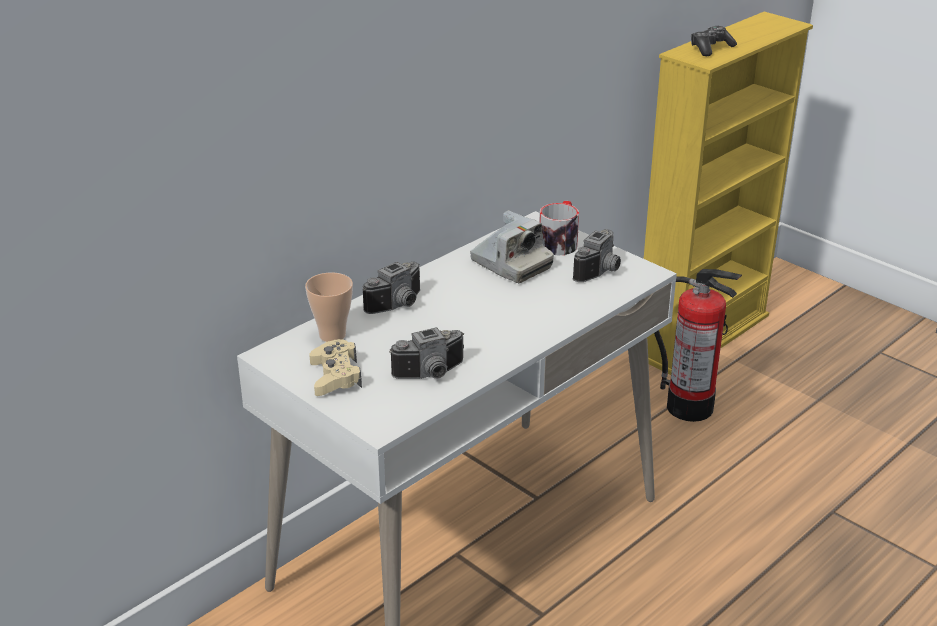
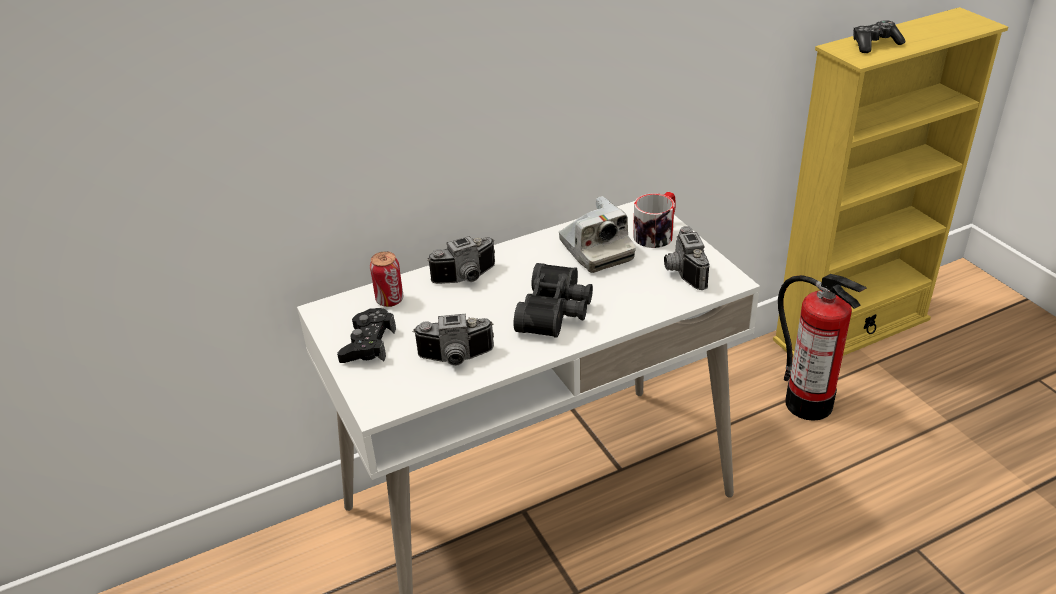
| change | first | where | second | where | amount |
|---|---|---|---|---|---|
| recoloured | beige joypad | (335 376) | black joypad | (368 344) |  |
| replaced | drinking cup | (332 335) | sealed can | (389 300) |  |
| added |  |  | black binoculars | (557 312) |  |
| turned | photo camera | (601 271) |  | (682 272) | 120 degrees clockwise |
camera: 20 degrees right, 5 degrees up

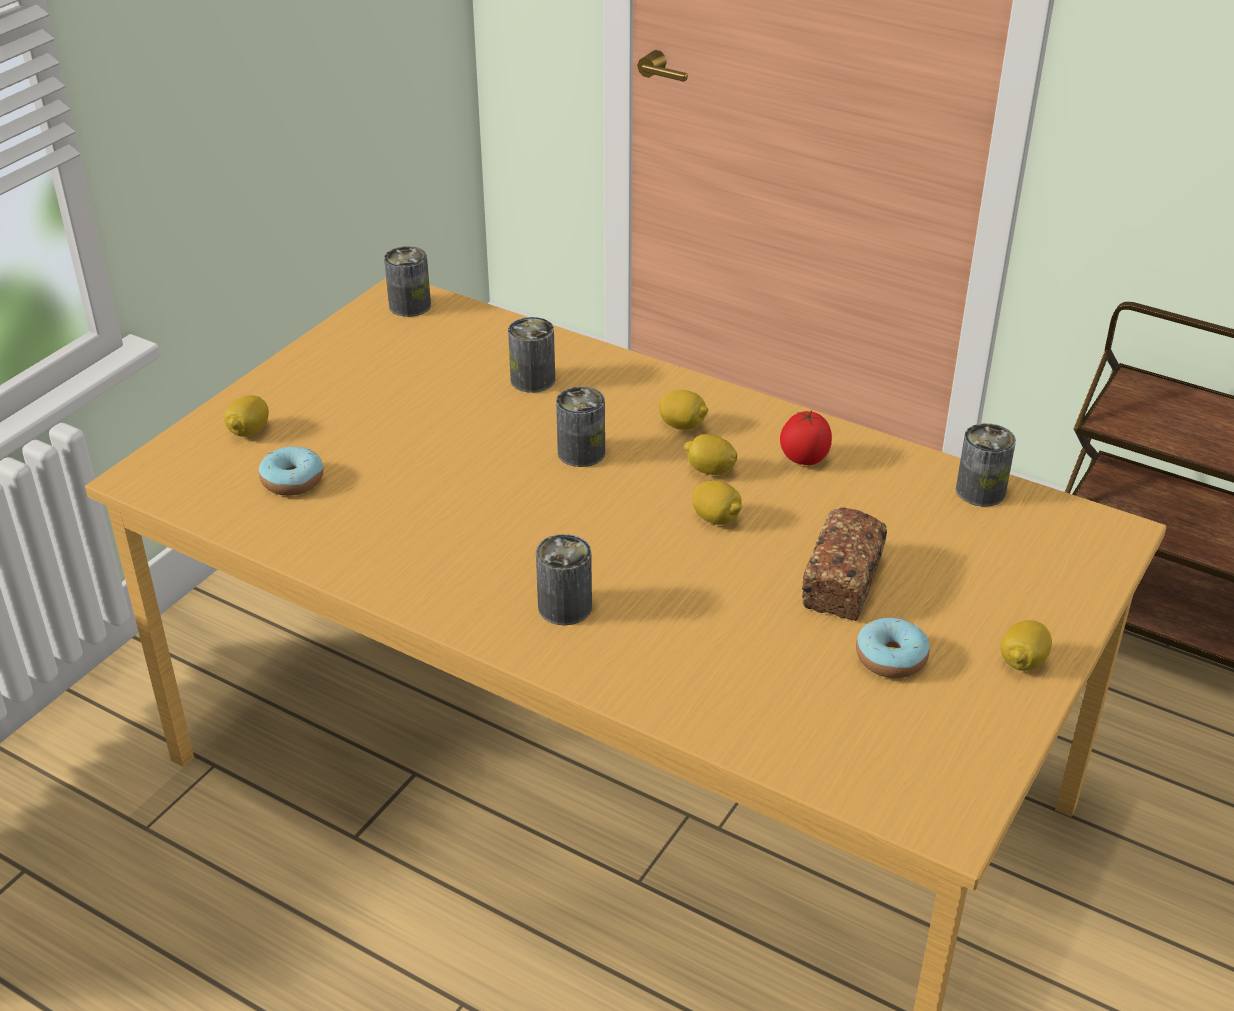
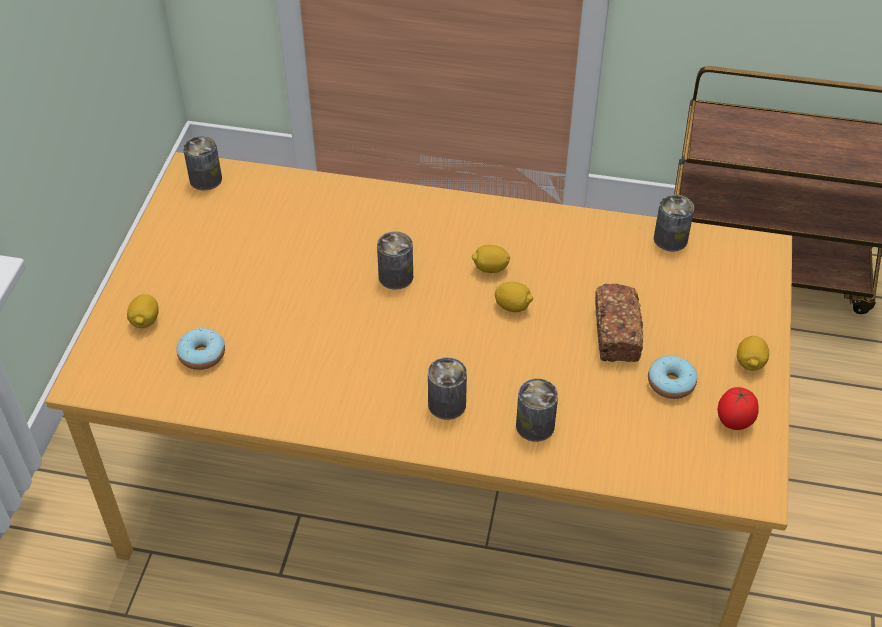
| change | first | where | second | where | amount |
|---|---|---|---|---|---|
| moved | sealed can | (532 380) |  | (535 426) |  |
| moved | fresh tomato | (803 459) |  | (733 421) |  |
| removed | lemon | (682 425) |  |  |  |
camera: 20 degrees left, 10 degrees up

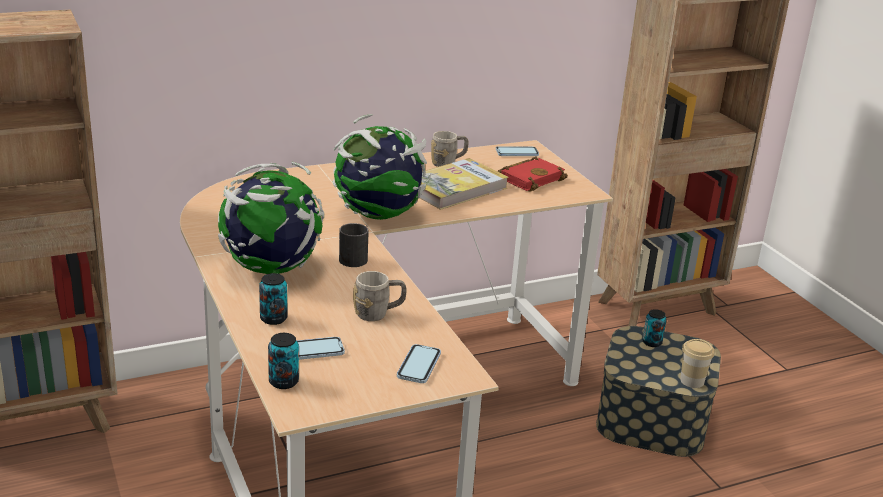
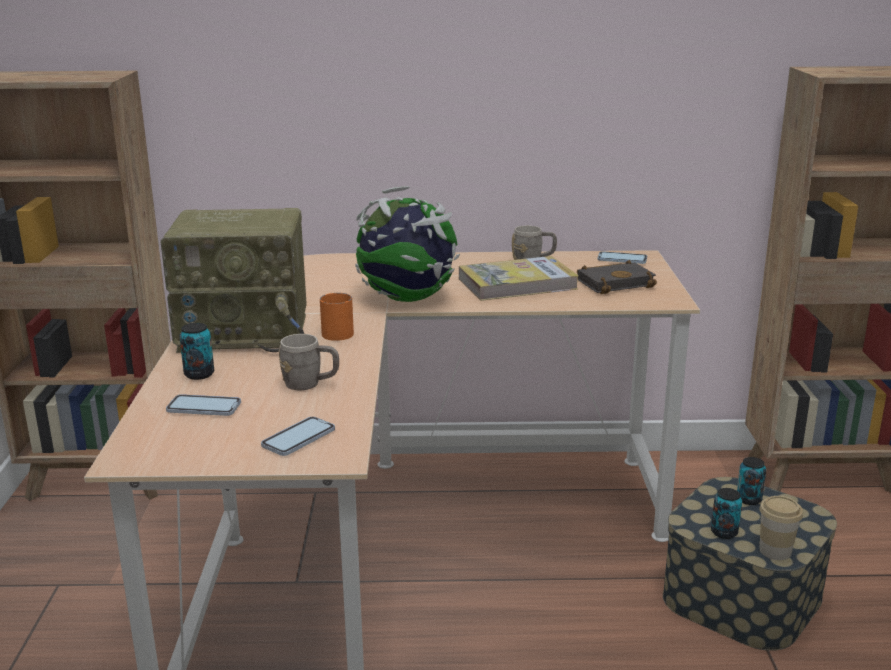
| change | first | where | second | where | amount |
|---|---|---|---|---|---|
| replaced | desk globe | (271 269) | radio | (247 332) |  |
| recoloured | black tea mug | (350 257) | orangey tea mug | (337 331) |  |
| recoloured | red bound book | (531 178) | black bound book | (615 283) |  |
| moved | sealed can | (283 382) |  | (724 532) |  |
camera: 25 degrees right, 5 degrees down

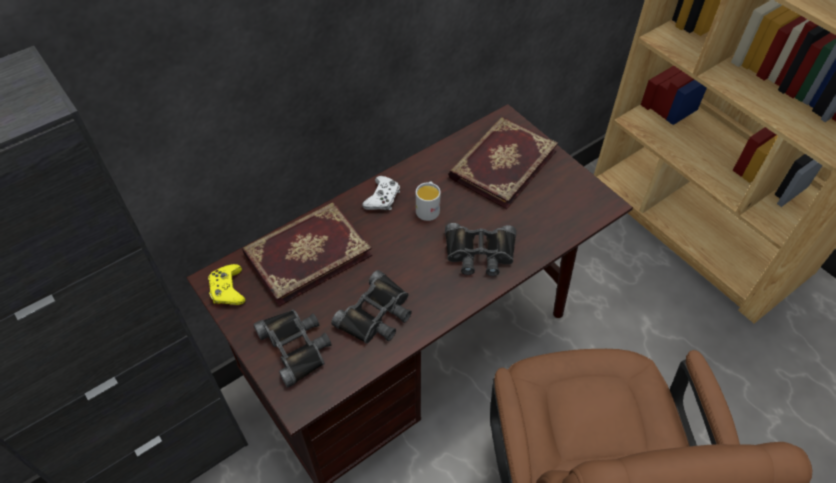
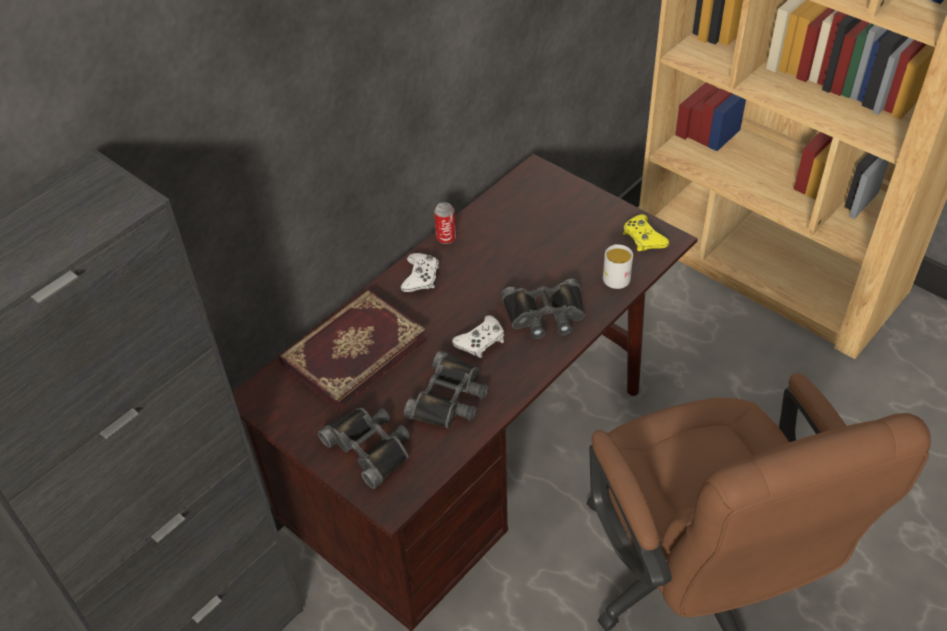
| change | first | where | second | where | amount |
|---|---|---|---|---|---|
| added |  |  | sealed can | (446 238) |  |
| added |  |  | whitish joypad | (481 341) |  |
| moved | whitish tea mug | (428 208) |  | (615 275) |  |
| moved | yellowish joypad | (228 289) |  | (643 238) |  |
| removed | bound book | (501 163) |  |  |  |
camera: 10 degrees left, 5 degrees down

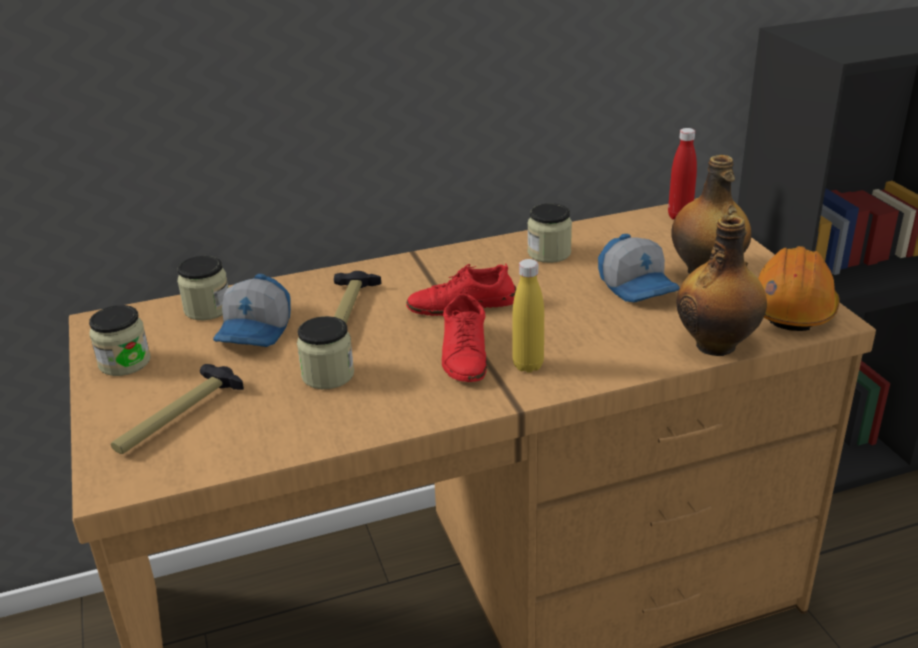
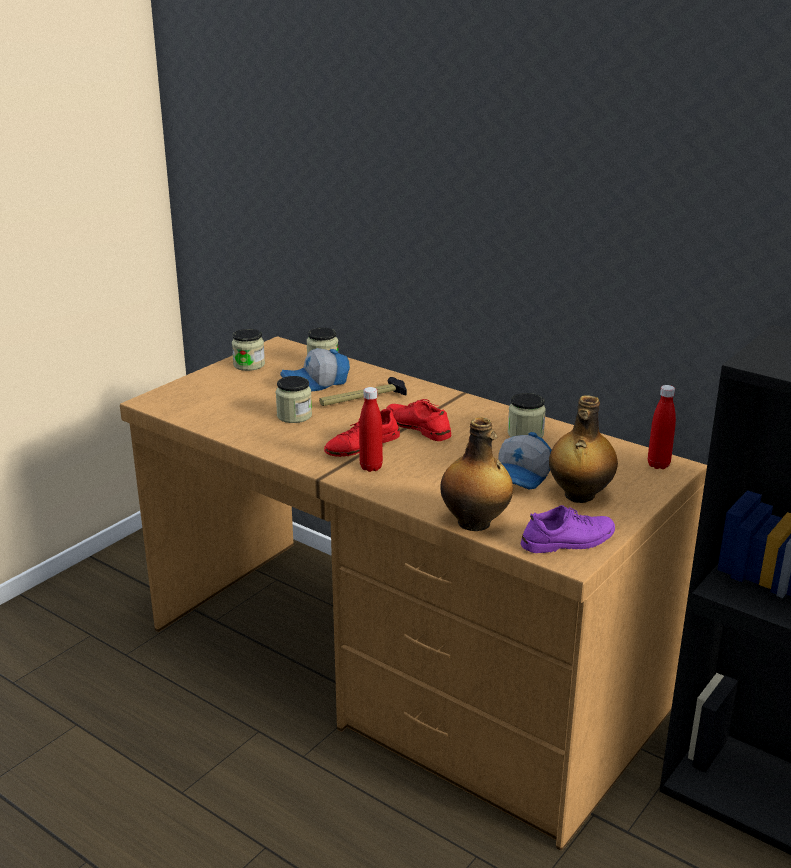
| change | first | where | second | where | amount |
|---|---|---|---|---|---|
| recoloured | yellowish drink bottle | (528 365) | red drink bottle | (371 467) |  |
| replaced | orangey hard hat | (791 308) | purple-coloured low shoe | (568 541) |  |
| removed | hand hammer | (178 417) |  |  |  |
camera: 55 degrees right, 5 degrees down

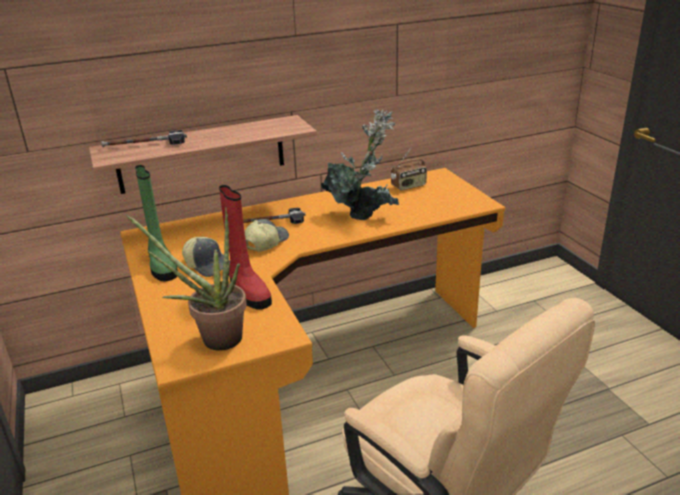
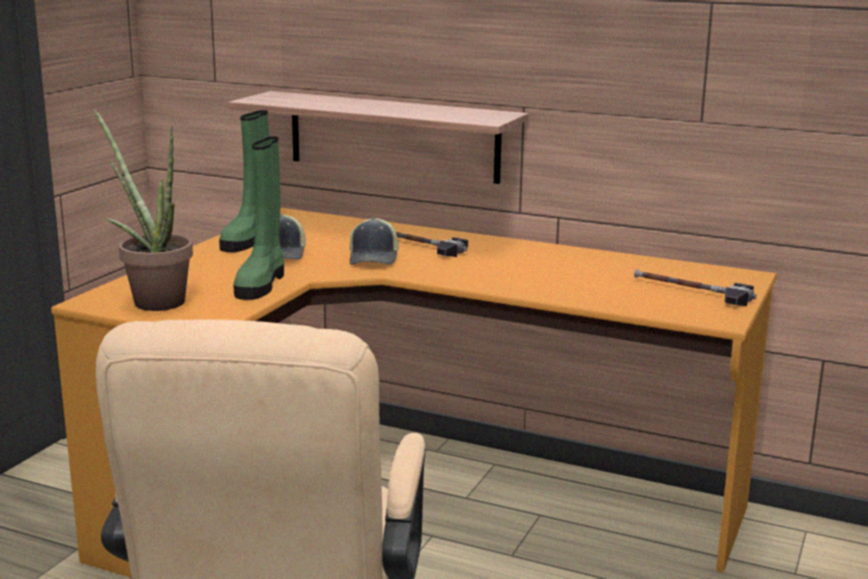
| change | first | where | second | where | amount |
|---|---|---|---|---|---|
| recoloured | red tall boot | (248 291) | greenish tall boot | (261 284) |  |
| turned | peaked cap | (266 242) |  | (374 258) | 105 degrees clockwise |
| moved | hand hammer | (145 145) |  | (691 292) |  |
| removed | potted plant | (363 214) |  |  |  |
| removed | radio | (409 186) |  |  |  |
camera: 45 degrees right, 10 degrees down

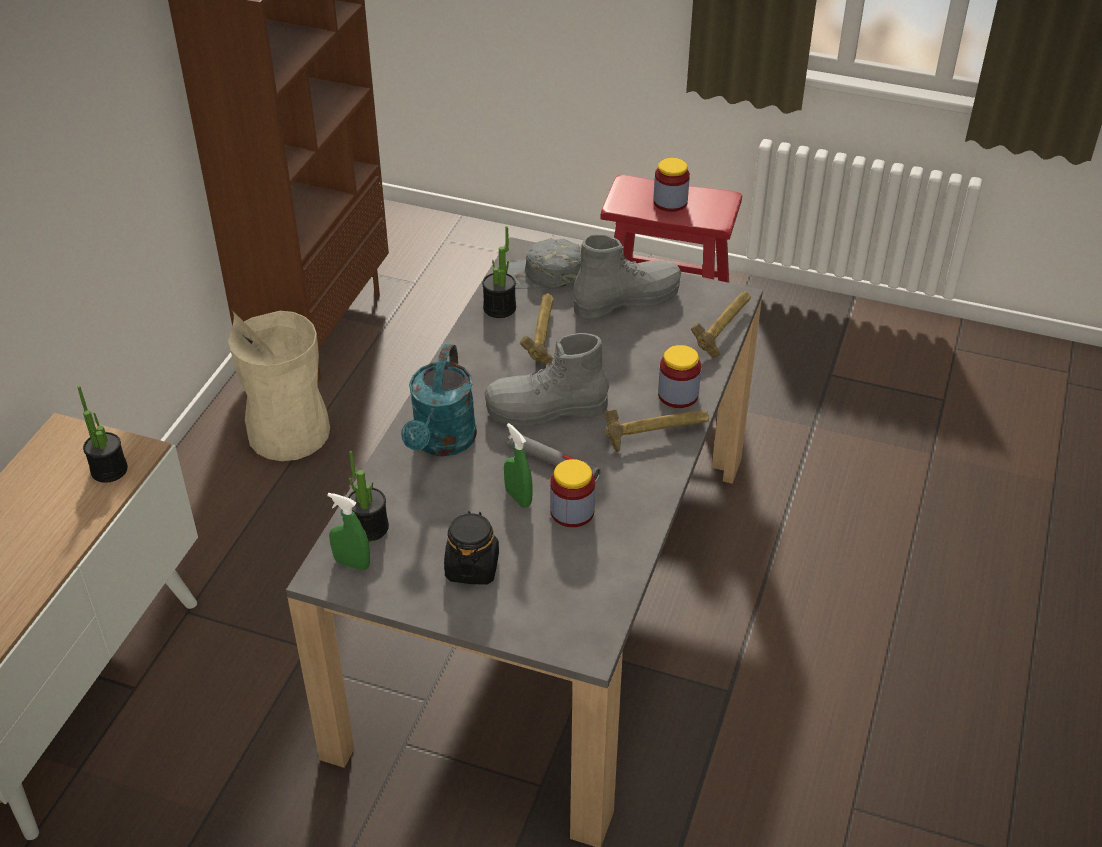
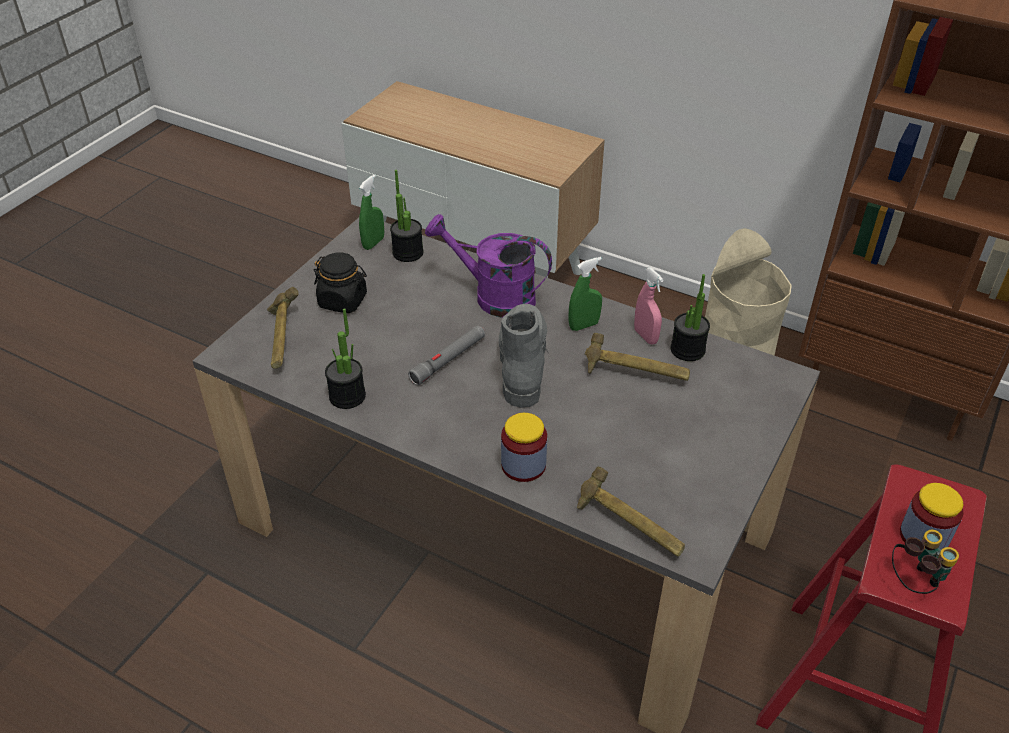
| change | first | where | second | where | amount |
|---|---|---|---|---|---|
| moved | hand hammer | (656 436) |  | (282 341) |  |
| moved | potted plant | (109 470) |  | (347 396) |  |
| recoloured | turquoise-coloured watering can | (442 443) | purple-coloured watering can | (494 296) |  |
| moved | greenish sprayer | (518 498) |  | (584 325) |  |
| added |  |  | pink sprayer | (645 336) |  |
| added |  |  | binoculars | (914 581) |  |
| removed | greyish peaked cap | (542 274) |  |  |  |
| removed | jar | (572 511) |  |  |  |
| removed | greyish tall boot | (626 299) |  |  |  |
camera: 100 degrees right, 0 degrees up

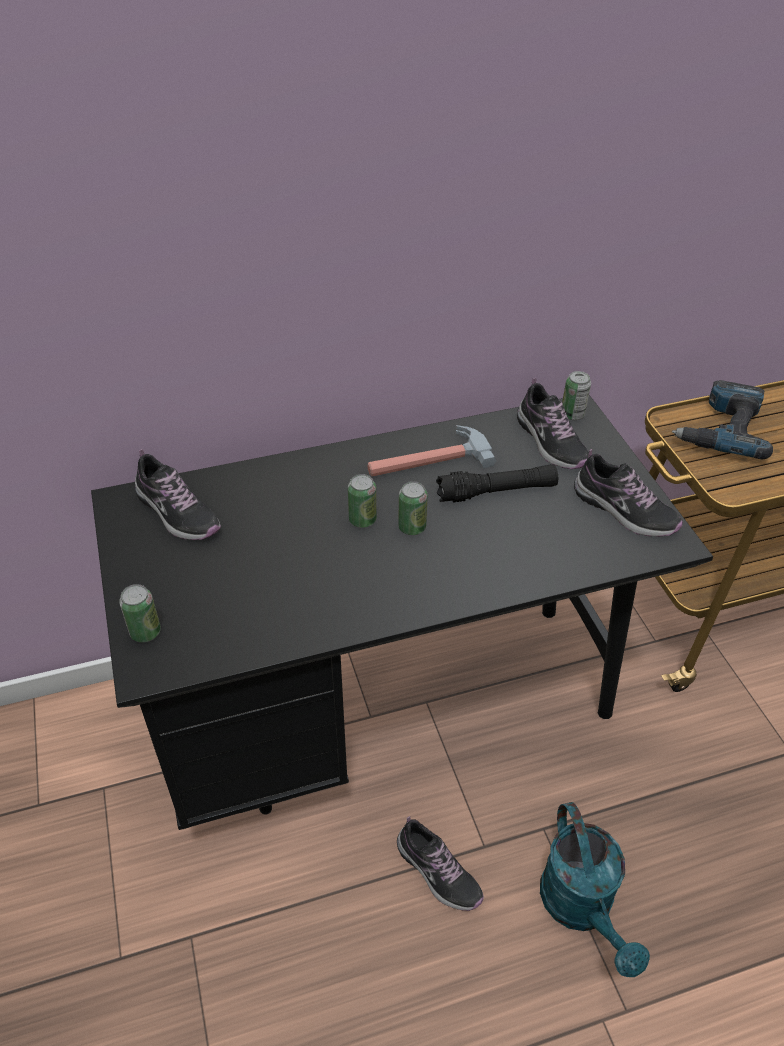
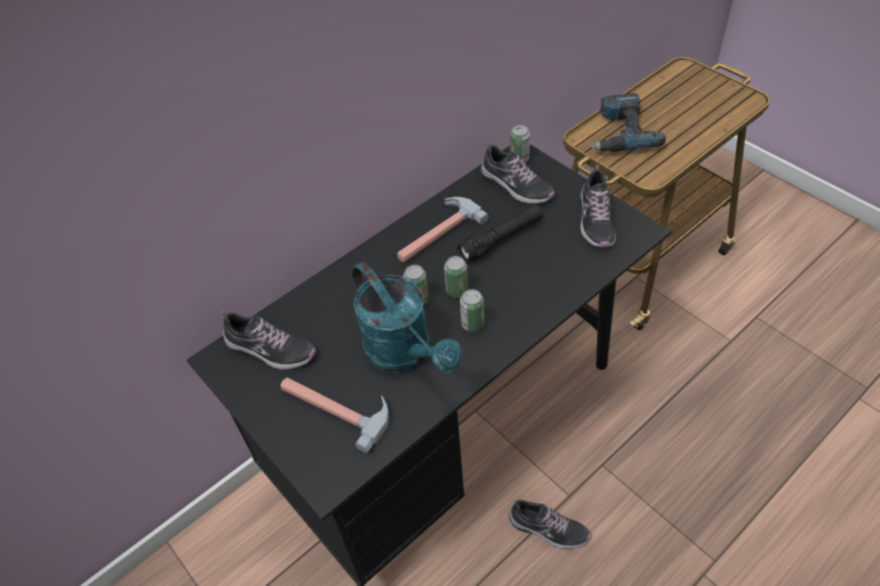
| change | first | where | second | where | amount |
|---|---|---|---|---|---|
| added |  |  | hand hammer | (335 407) |  |
| moved | turquoise-coloured watering can | (582 908) |  | (406 354) |  |
| moved | sealed can | (145 632) |  | (472 324) |  |
| turned | low shoe | (624 510) |  | (596 220) | 75 degrees clockwise |
camera: 20 degrees left, 5 degrees up

